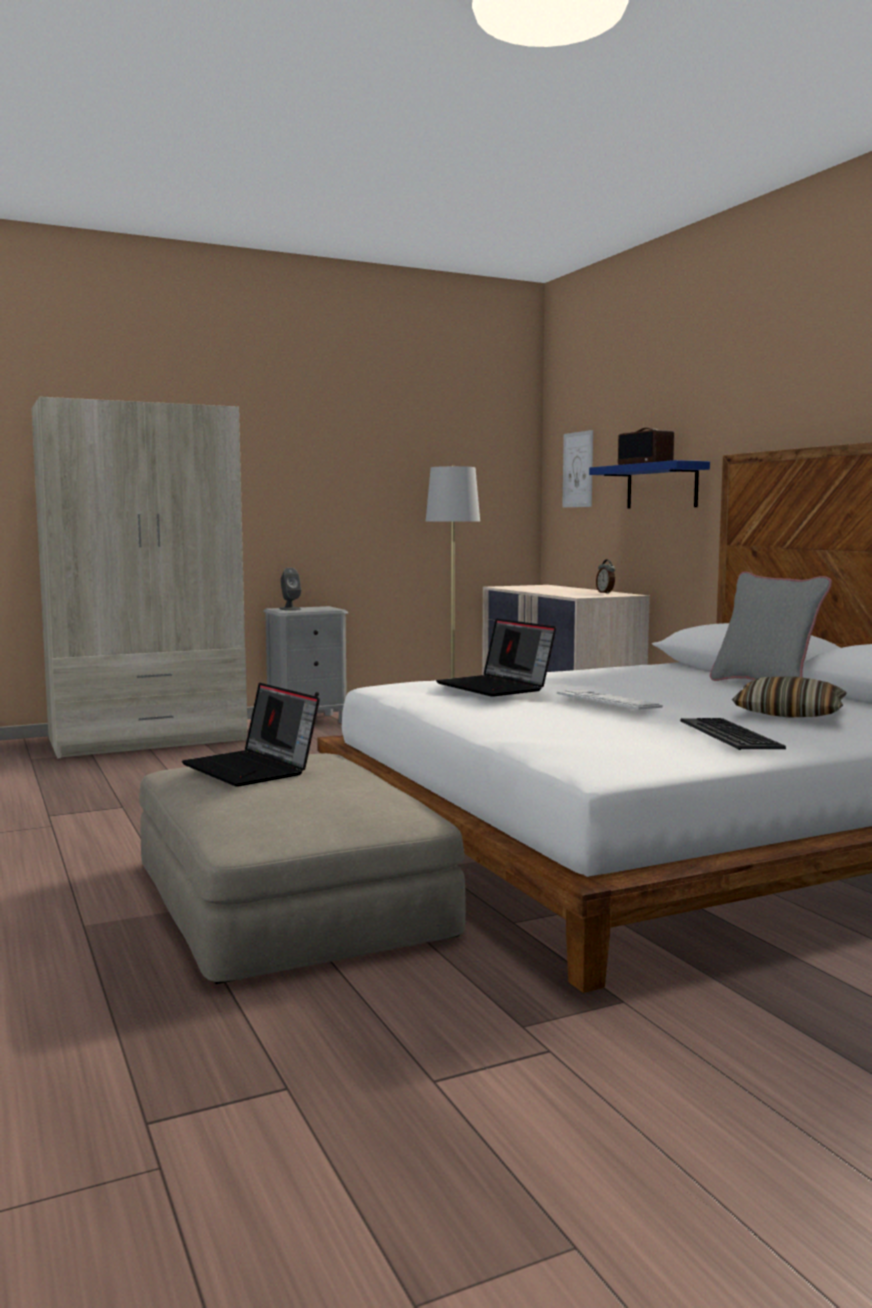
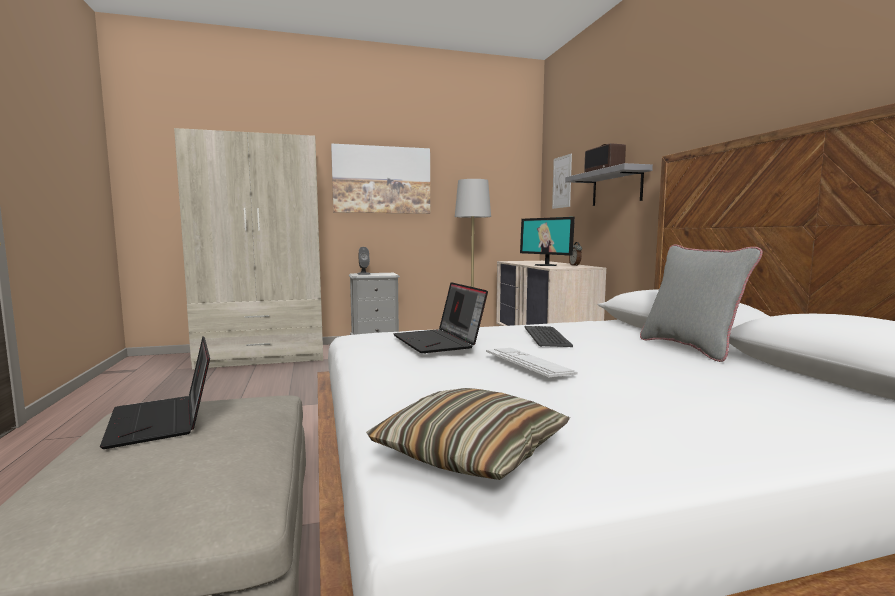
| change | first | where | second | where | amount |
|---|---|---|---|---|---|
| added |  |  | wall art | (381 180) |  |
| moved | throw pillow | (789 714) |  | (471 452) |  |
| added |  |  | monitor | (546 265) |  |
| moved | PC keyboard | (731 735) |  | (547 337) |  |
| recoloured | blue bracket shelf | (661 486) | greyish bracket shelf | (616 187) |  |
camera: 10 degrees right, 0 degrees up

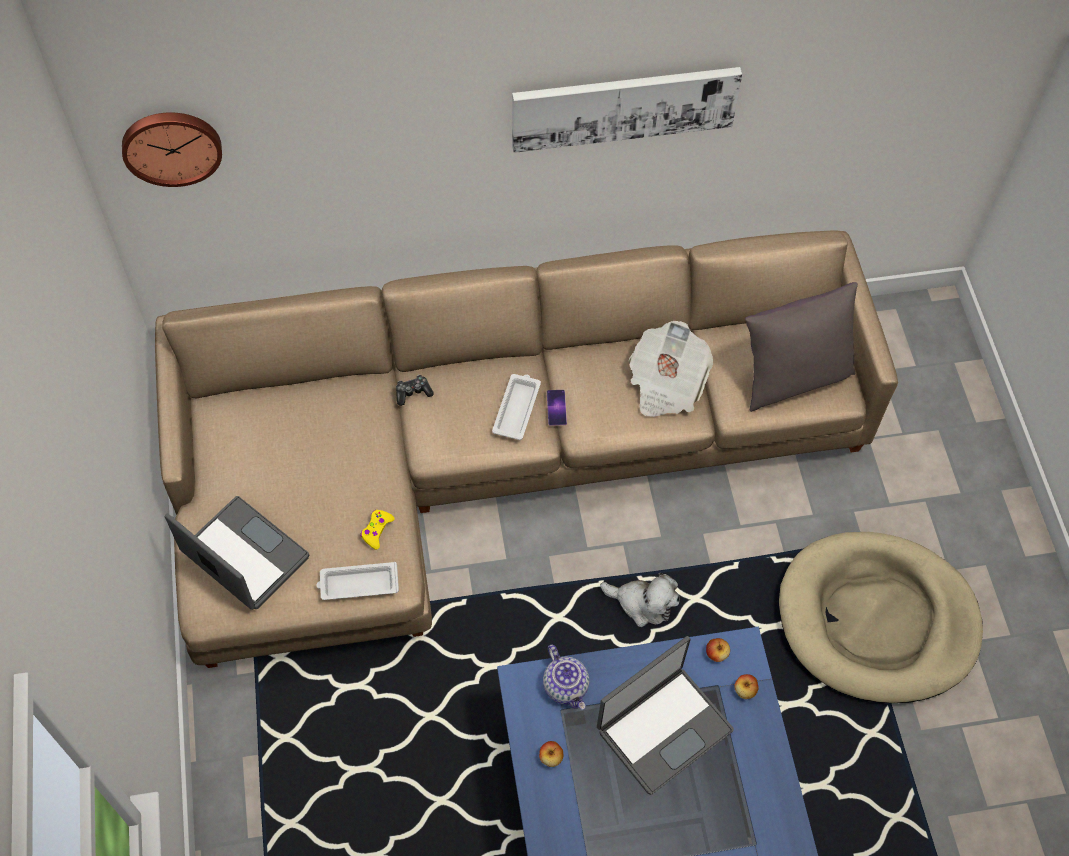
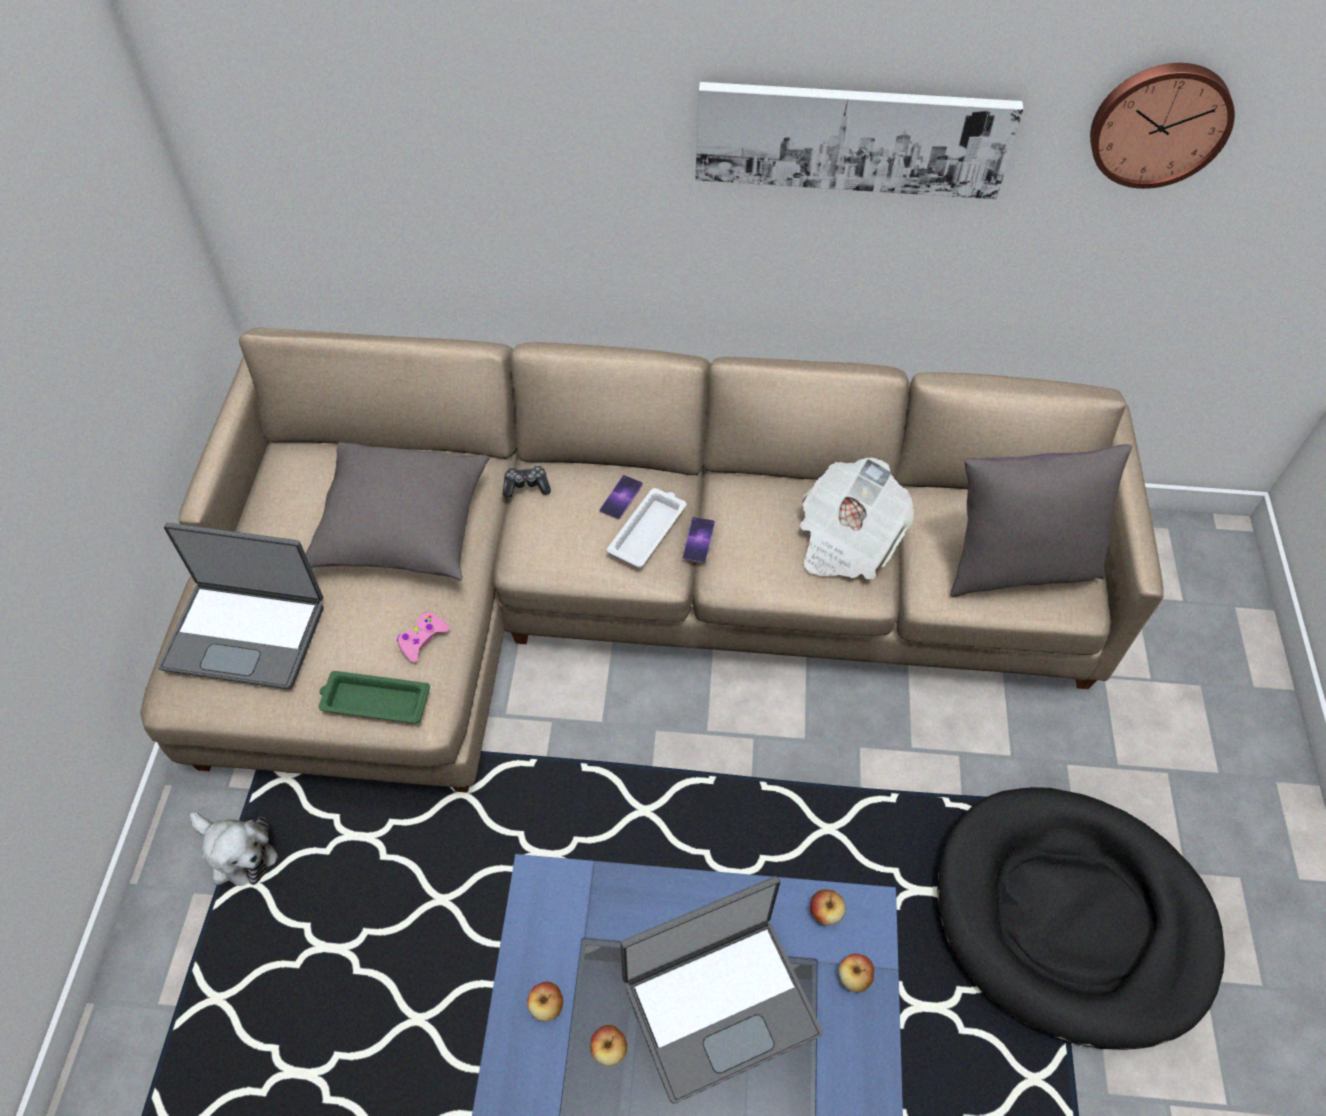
| change | first | where | second | where | amount |
|---|---|---|---|---|---|
| turned | notebook computer | (243 556) |  | (246 633) | 135 degrees clockwise |
| moved | plush toy | (643 604) |  | (237 853) |  |
| added |  |  | greyish throw pillow | (403 530) |  |
| recoloured | whitish tray | (357 584) | greenish tray | (374 701) |  |
| recoloured | yellowish joypad | (376 530) | pink joypad | (422 639) |  |
| added |  |  | whole apple | (609 1049) |  |
| added |  |  | phone | (621 497) |  |
| recoloured | beige dog cushion | (876 620) | black dog cushion | (1071 918) |  |
| moved | wall clock | (172 145) |  | (1159 123) |  |
| removed | teapot | (566 686) |  |  |  |
camera: 15 degrees right, 5 degrees down

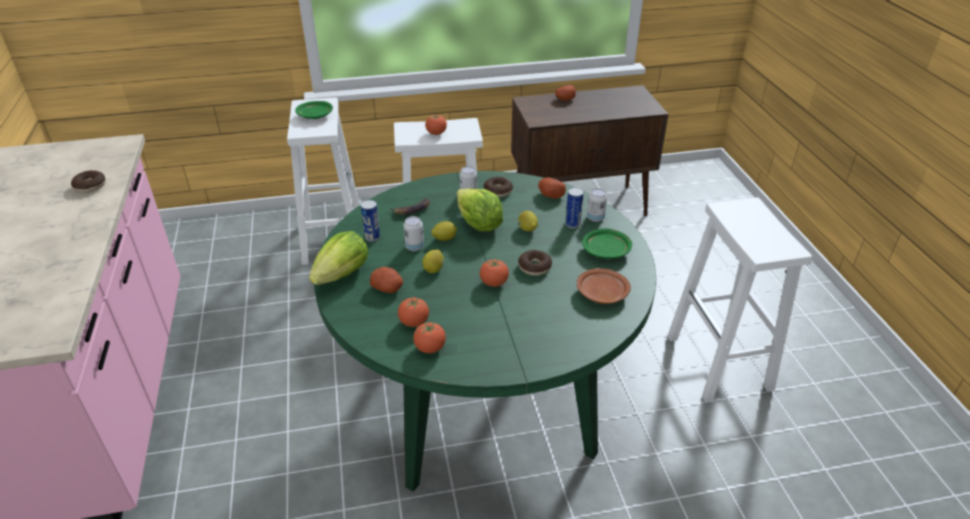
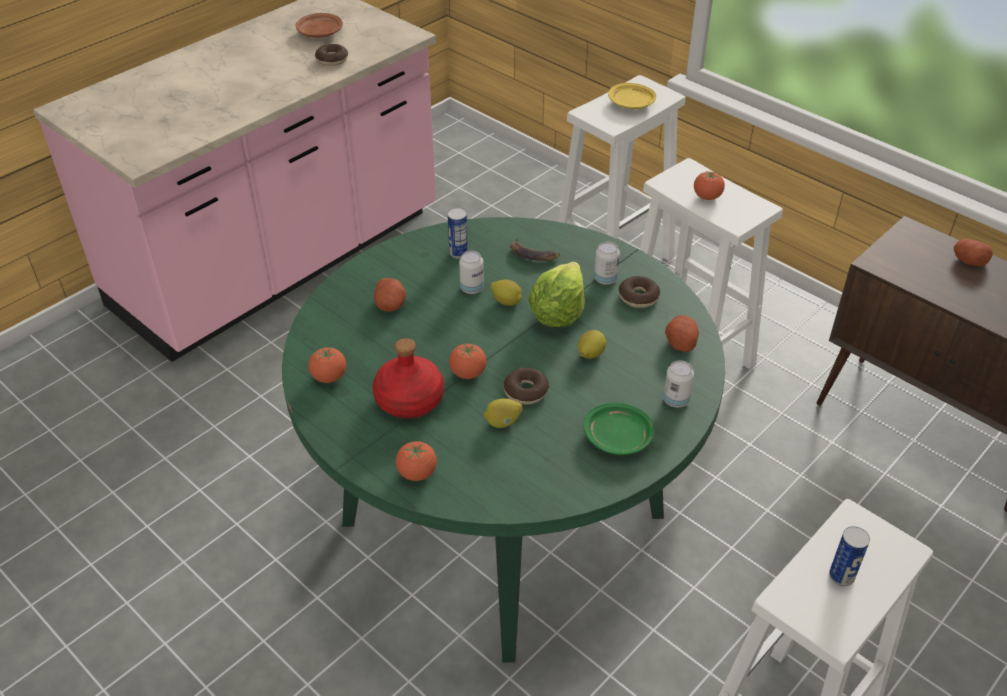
| change | first | where | second | where | amount |
|---|---|---|---|---|---|
| moved | brown-coloured plate | (601 293) |  | (320 33) |  |
| added |  |  | red drink bottle | (409 400) |  |
| moved | fresh tomato | (414 322) |  | (417 473) |  |
| moved | lemon | (434 269) |  | (503 422) |  |
| recoloured | greenish plate | (316 115) | yellowish plate | (631 104) |  |
| moved | sealed can | (572 224) |  | (841 576) |  |
| removed | head of lettuce | (342 274) |  |  |  |
camera: 55 degrees right, 5 degrees up

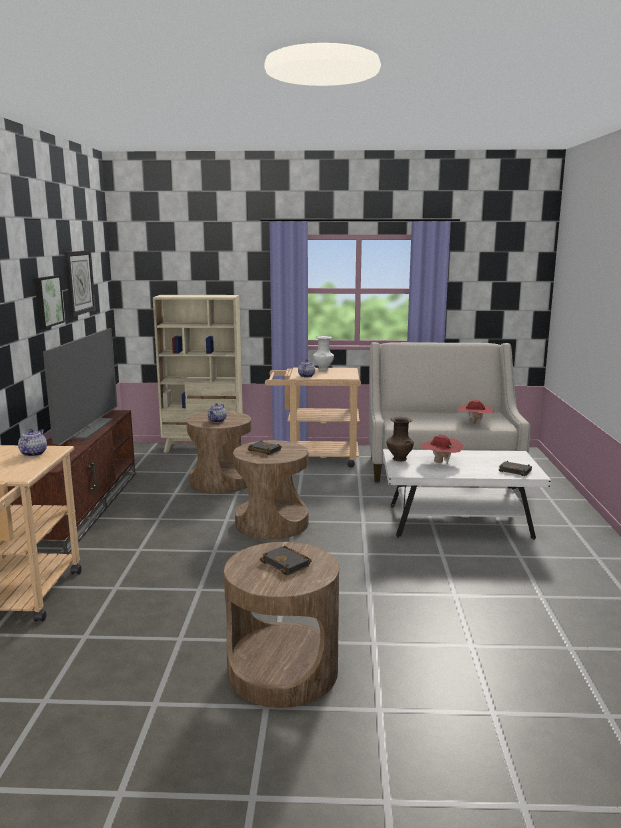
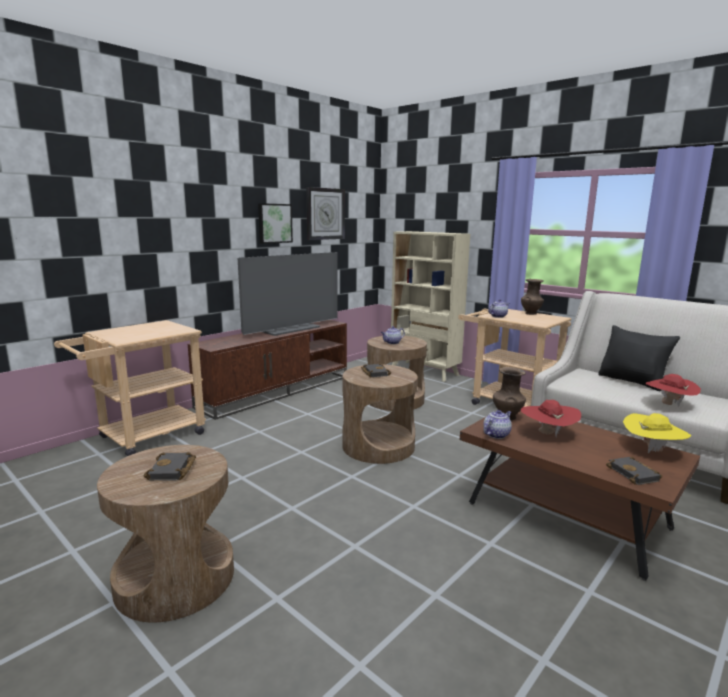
| change | first | where | second | where | amount |
|---|---|---|---|---|---|
| recoloured | whitish lounge table | (458 522) | brown-coloured lounge table | (566 516) |  |
| moved | teapot | (33 453) |  | (496 434) |  |
| recoloured | whitish decorative vase | (323 369) | brown-coloured decorative vase | (531 313) |  |
| added |  |  | black throw pillow | (632 381) |  |
| added |  |  | yellowish hat | (652 450) |  |
camera: 40 degrees right, 0 degrees up

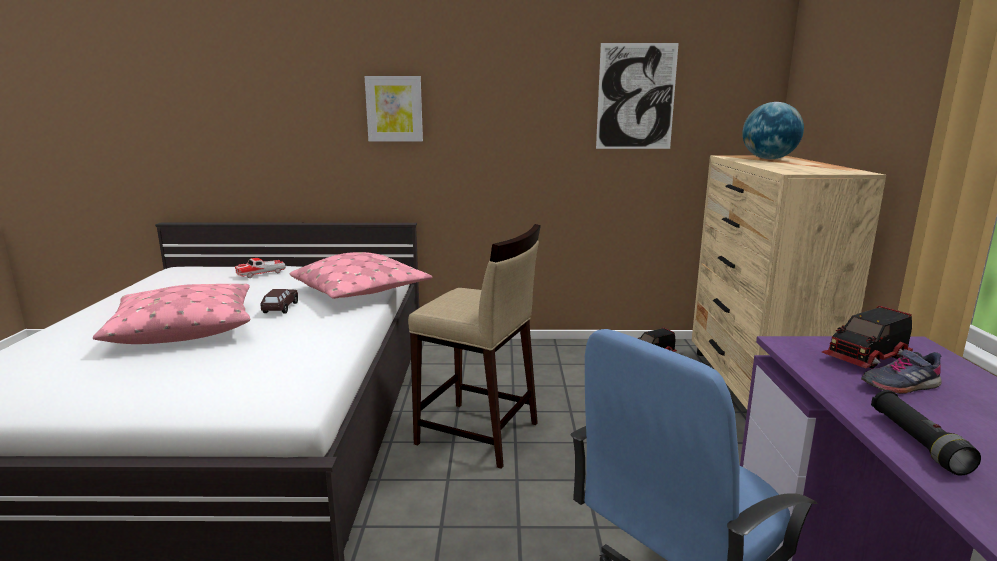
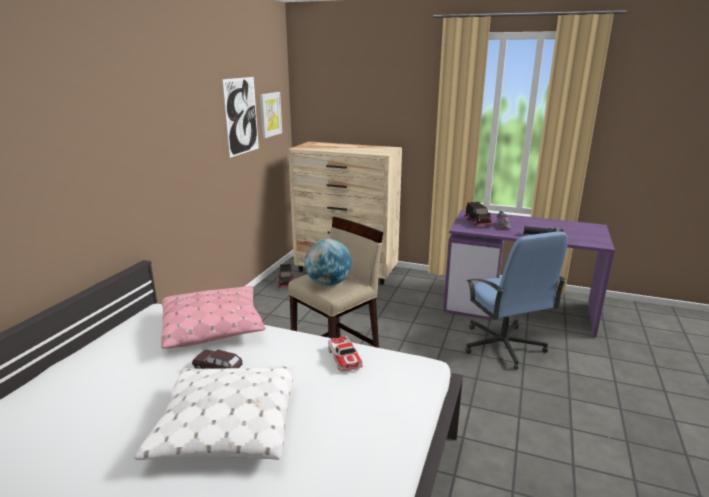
| change | first | where | second | where | amount |
|---|---|---|---|---|---|
| recoloured | pink throw pillow | (184 328) | whitish throw pillow | (226 426) |  |
| moved | wall art | (394 109) |  | (270 114) |  |
| moved | desk globe | (769 159) |  | (328 283) |  |
| moved | toy car | (261 273) |  | (344 358) |  |
camera: 70 degrees left, 5 degrees up

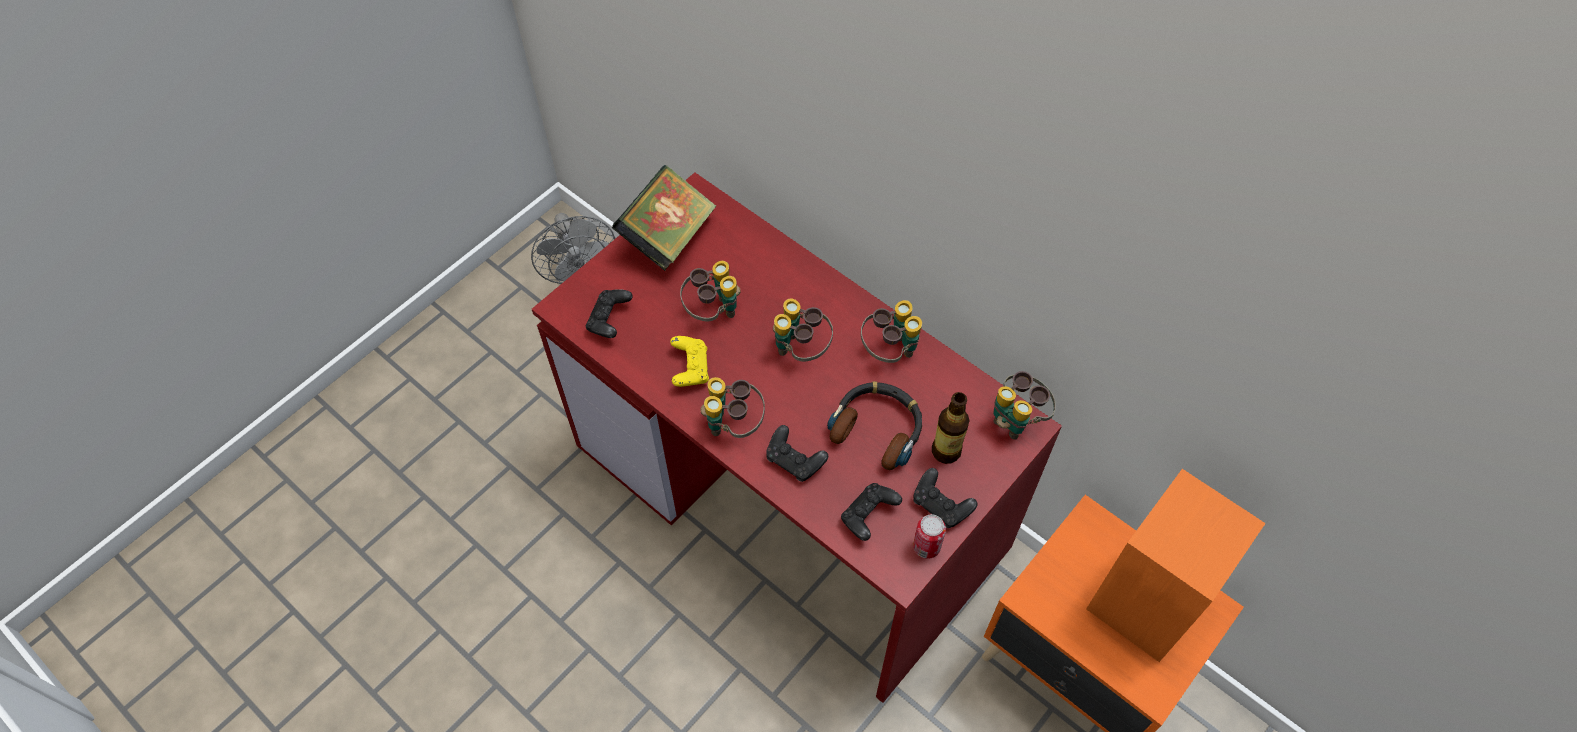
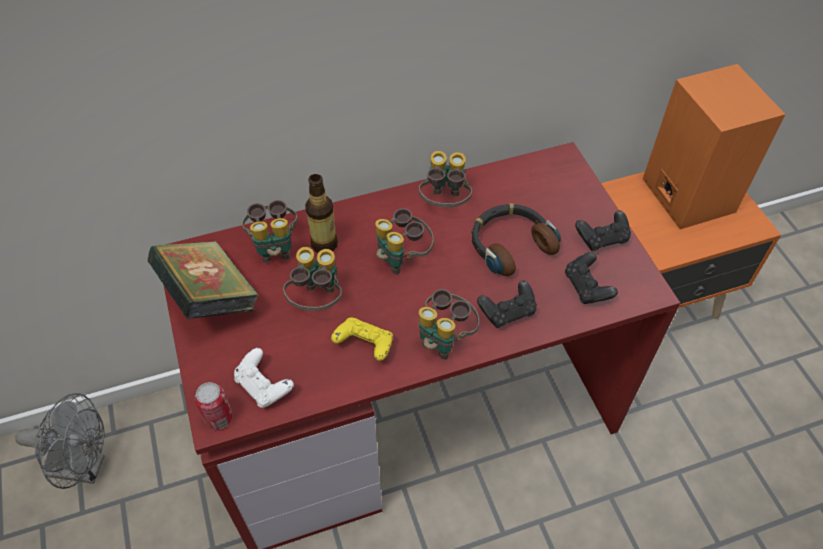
| change | first | where | second | where | amount |
|---|---|---|---|---|---|
| moved | sealed can | (926 546) |  | (219 418) |  |
| recoloured | black joypad | (609 320) | whitish joypad | (264 386) |  |
| moved | binoculars | (1016 419) |  | (275 247) |  |
| moved | drink bottle | (946 451) |  | (324 244) |  |
camera: 60 degrees left, 5 degrees down

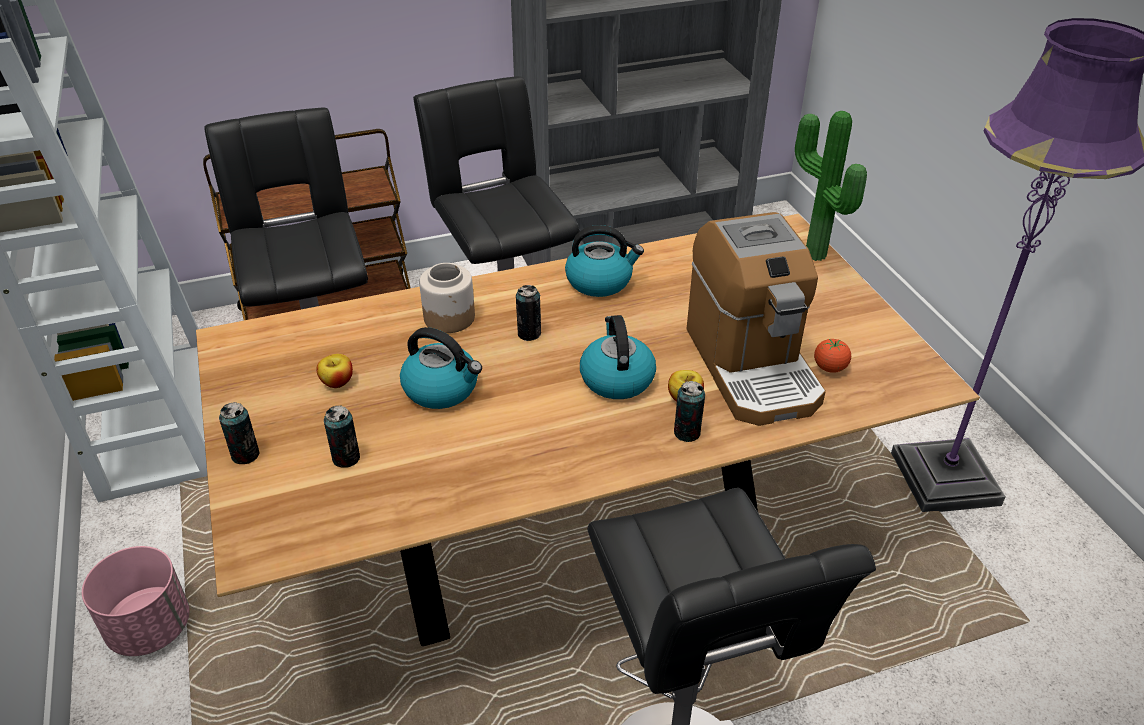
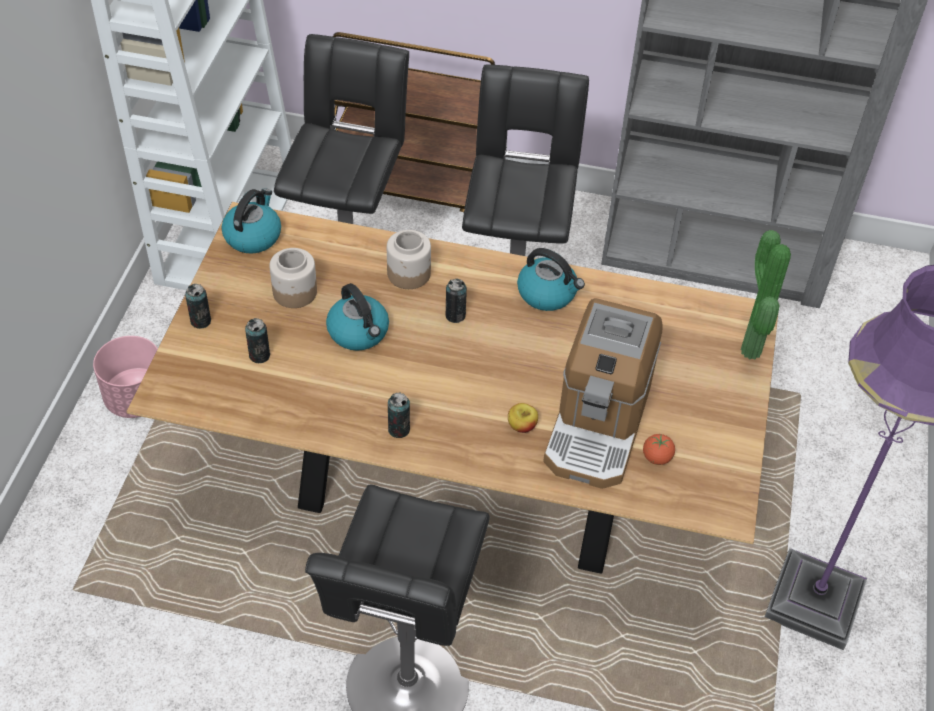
| change | first | where | second | where | amount |
|---|---|---|---|---|---|
| moved | water kettle | (616 378) |  | (253 236) |  |
| replaced | whole apple | (337 382) | jar | (294 292) |  |
| moved | sealed can | (687 433) |  | (399 429) |  |
camera: 30 degrees right, 10 degrees up

